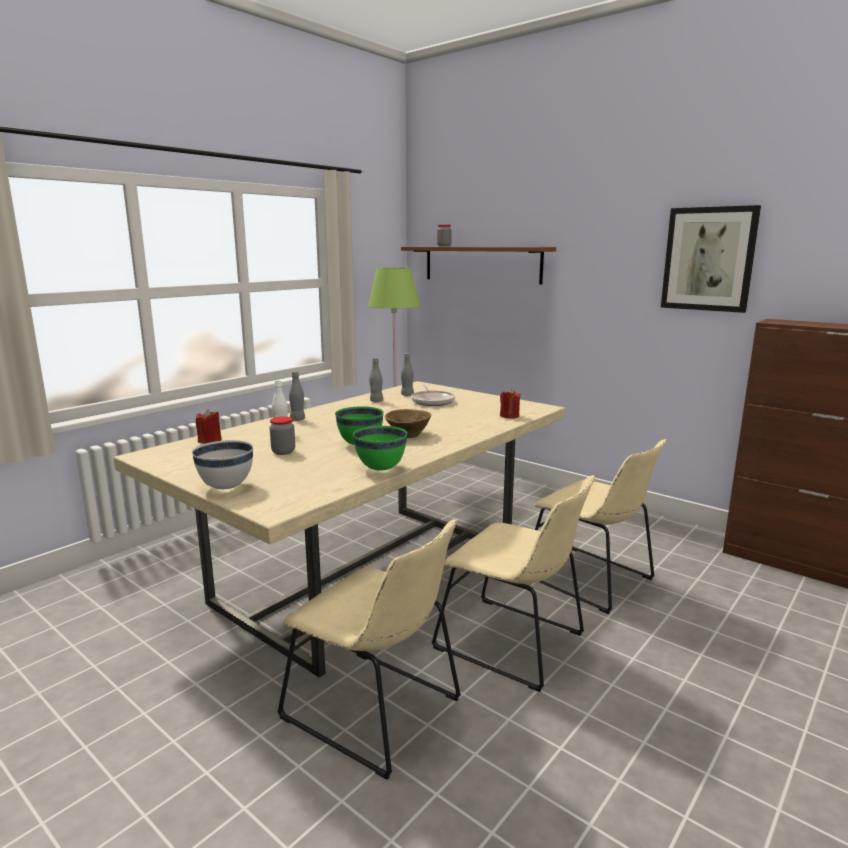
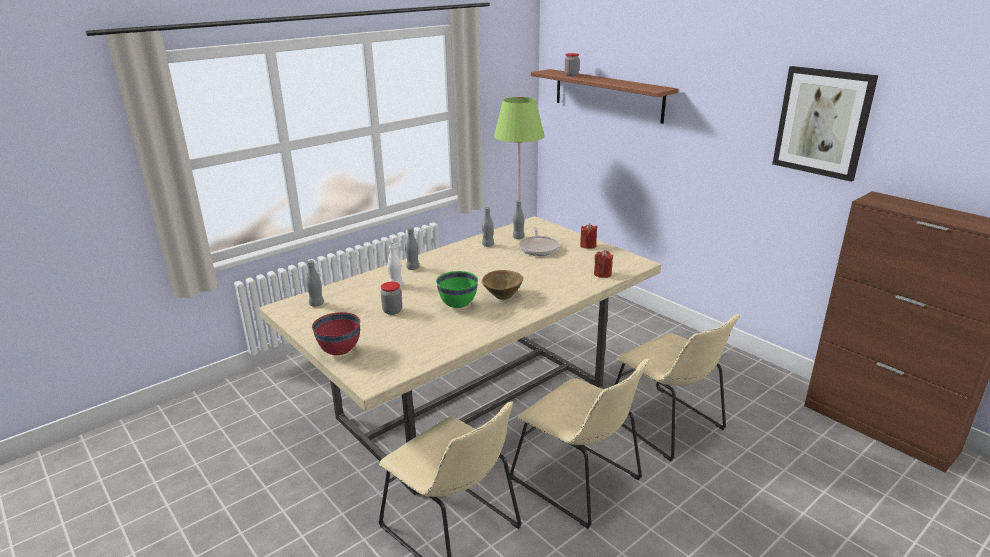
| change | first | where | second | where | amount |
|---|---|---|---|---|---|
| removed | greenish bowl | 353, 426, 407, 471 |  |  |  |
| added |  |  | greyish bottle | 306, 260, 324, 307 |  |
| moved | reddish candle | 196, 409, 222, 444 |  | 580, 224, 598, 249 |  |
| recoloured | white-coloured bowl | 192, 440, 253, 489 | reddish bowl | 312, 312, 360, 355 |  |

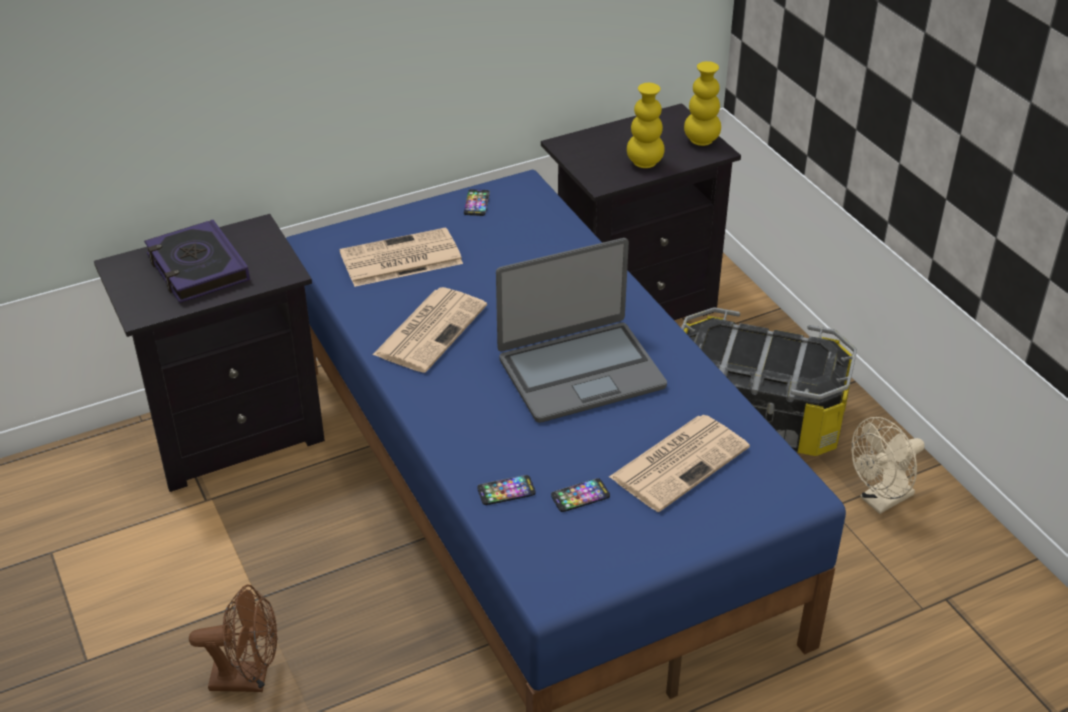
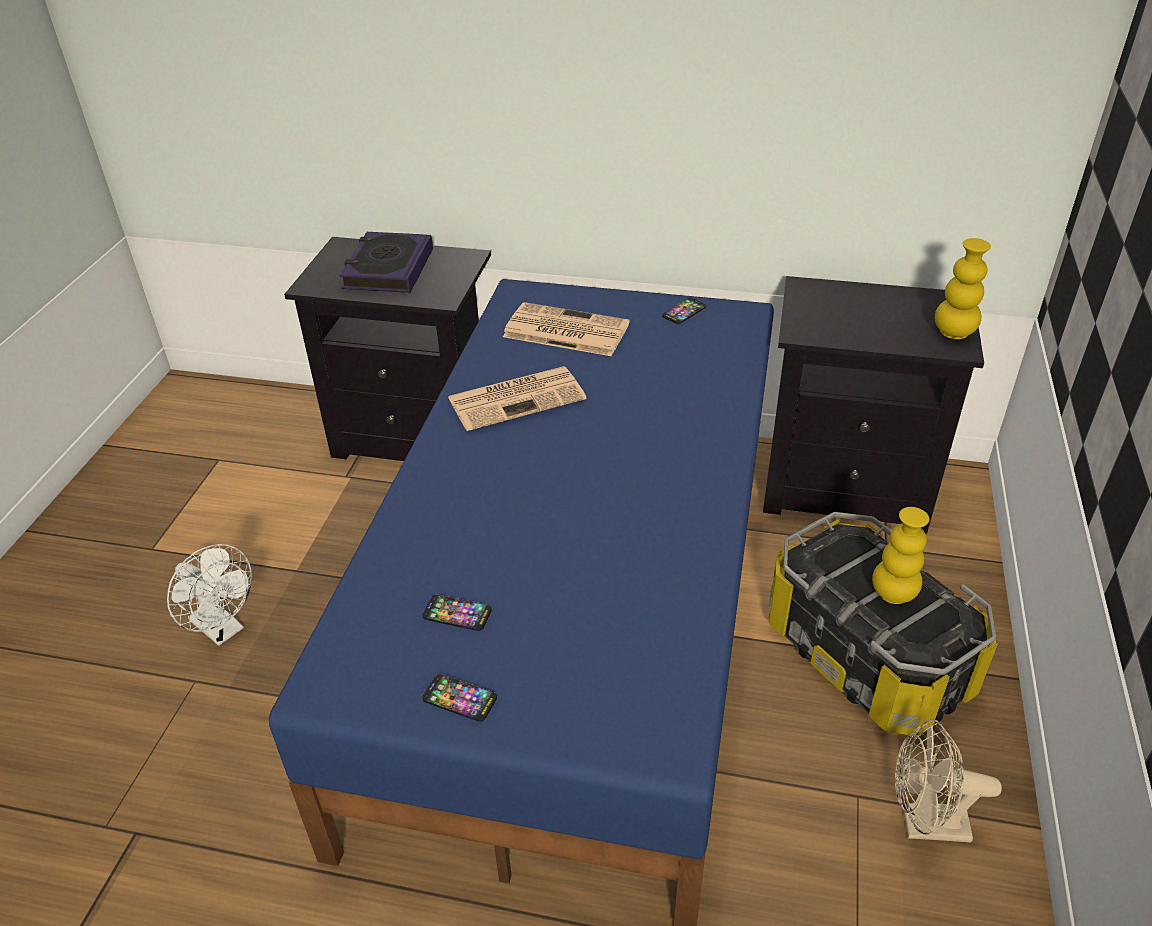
| change | first | where | second | where | amount |
|---|---|---|---|---|---|
| removed | portable computer | 496, 238, 667, 423 |  |  |  |
| removed | daily paper | 609, 415, 750, 512 |  |  |  |
| moved | handset | 477, 475, 536, 505 |  | 422, 674, 497, 722 |  |
| moved | yellowish vase | 627, 83, 665, 168 |  | 872, 507, 929, 604 |  |
| recoloured | brown-coloured electric fan | 189, 585, 278, 692 | white-coloured electric fan | 167, 544, 252, 646 |  |

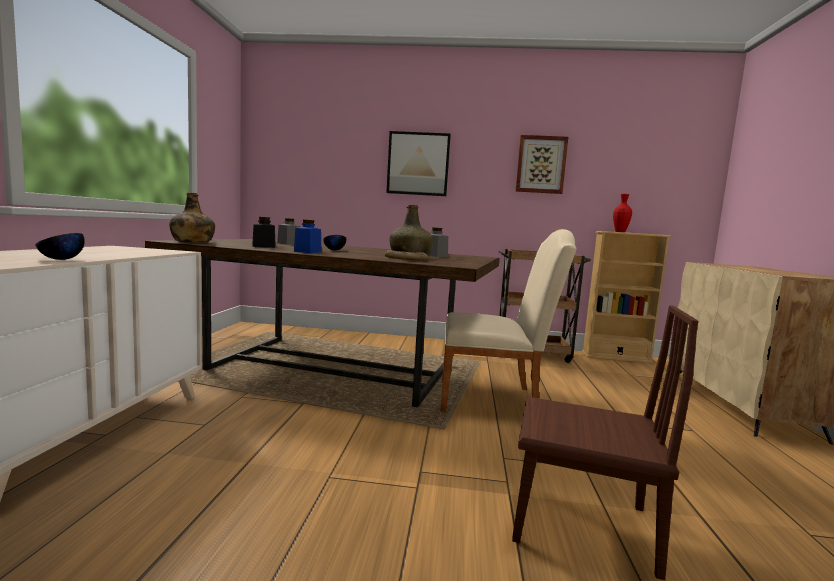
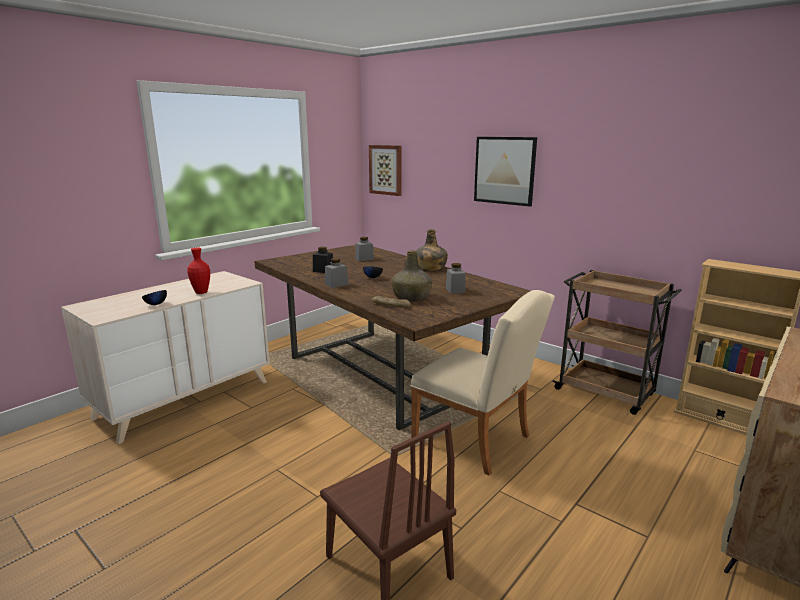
| change | first | where | second | where | amount |
|---|---|---|---|---|---|
| moved | greenish bottle | 169, 193, 215, 242 |  | 416, 229, 448, 271 |  |
| moved | picture | 515, 135, 568, 194 |  | 369, 145, 401, 196 |  |
| moved | reddish vase | 613, 194, 632, 232 |  | 187, 248, 210, 294 |  |
| recoloured | blue preserve jar | 294, 220, 321, 253 | greyish preserve jar | 325, 258, 349, 288 |  |

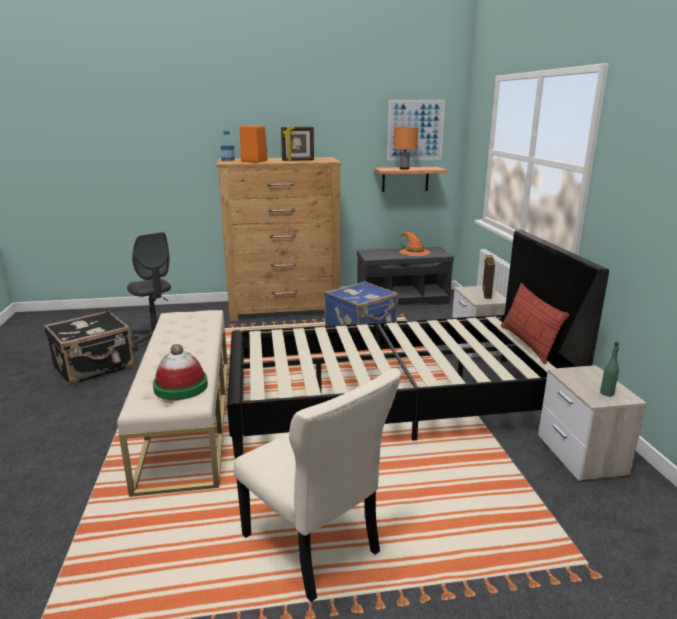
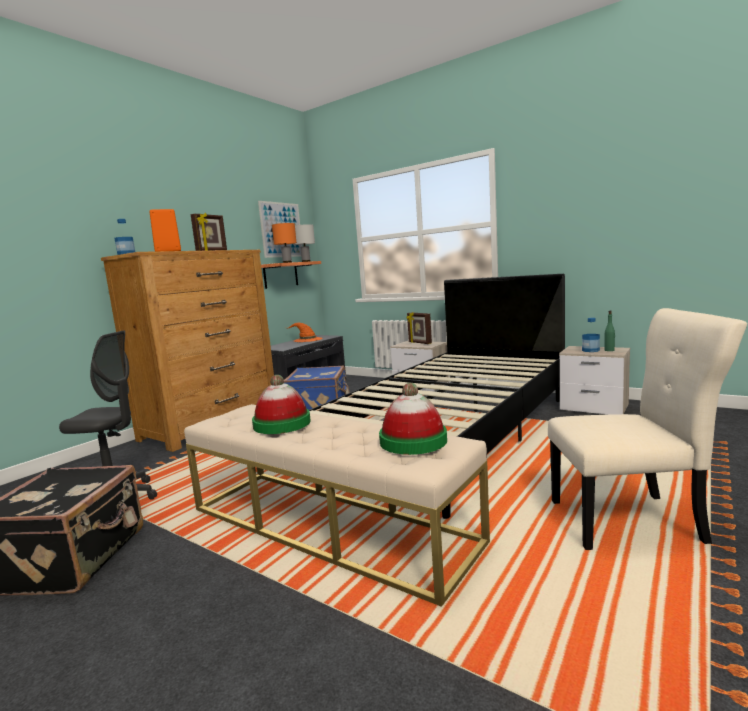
| change | first | where | second | where | amount |
|---|---|---|---|---|---|
| removed | pillow | 501, 283, 569, 364 |  |  |  |
| added |  |  | wearable hat | 252, 375, 311, 434 |  |
| added |  |  | white-coloured table lamp | 294, 224, 315, 262 |  |
| added |  |  | bottle | 582, 318, 600, 352 |  |

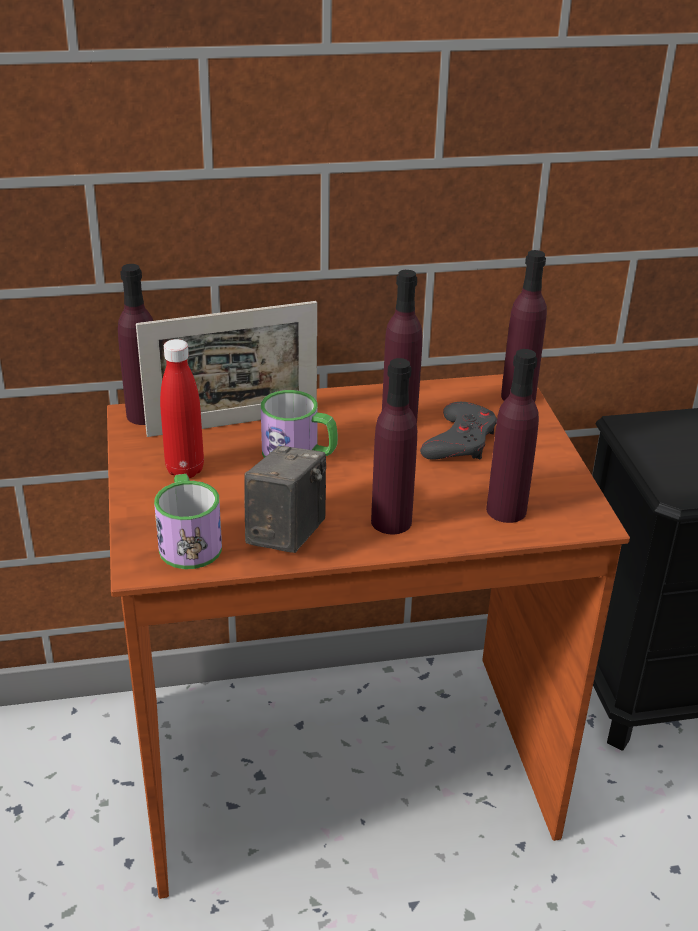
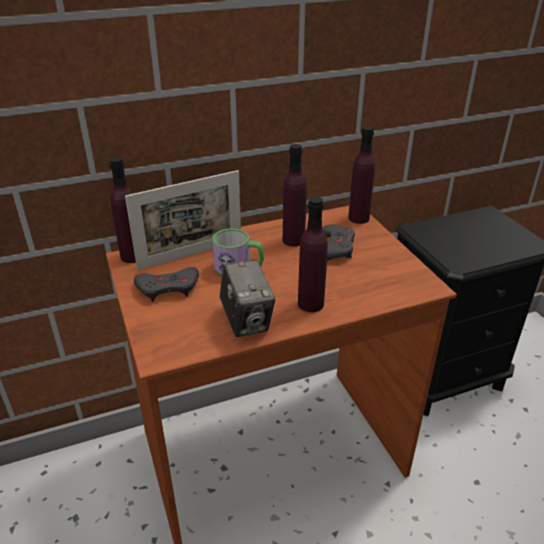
| change | first | where | second | where | amount |
|---|---|---|---|---|---|
| removed | mug | 154, 474, 222, 569 |  |  |  |
| removed | purple bottle | 486, 349, 539, 523 |  |  |  |
| replaced | reddish bottle | 160, 339, 204, 478 | greyish game controller | 134, 267, 199, 302 |  |
| turned | still camera | 244, 446, 326, 553 |  | 220, 259, 275, 337 | 150 degrees clockwise |

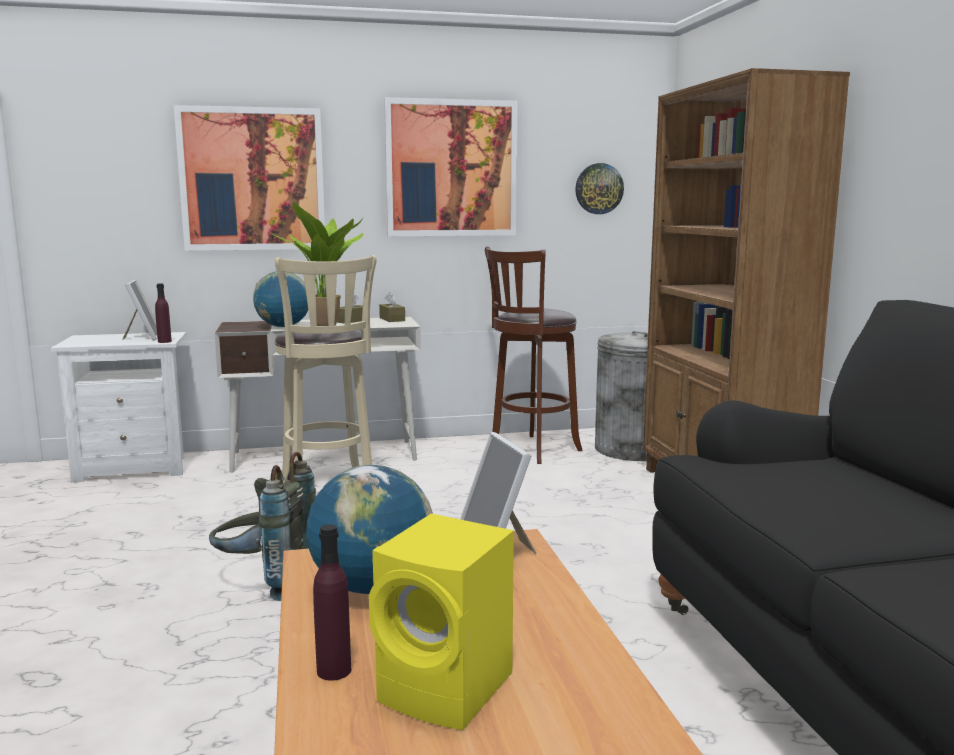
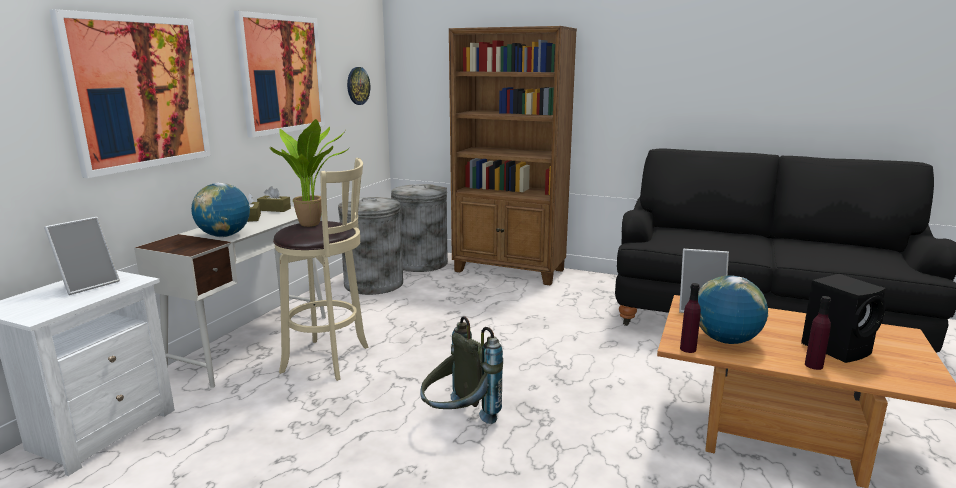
| change | first | where | second | where | amount |
|---|---|---|---|---|---|
| moved | purple bottle | 155, 283, 172, 343 |  | 680, 283, 701, 353 |  |
| replaced | brown-coloured stool seat | 485, 246, 583, 464 | greyish trash can | 338, 197, 403, 295 |  |
| recoloured | yellowish audio speaker | 369, 514, 514, 730 | blackish audio speaker | 801, 274, 886, 363 |  |
| turned | standing frame | 122, 280, 157, 340 |  | 44, 217, 120, 295 | 105 degrees clockwise |

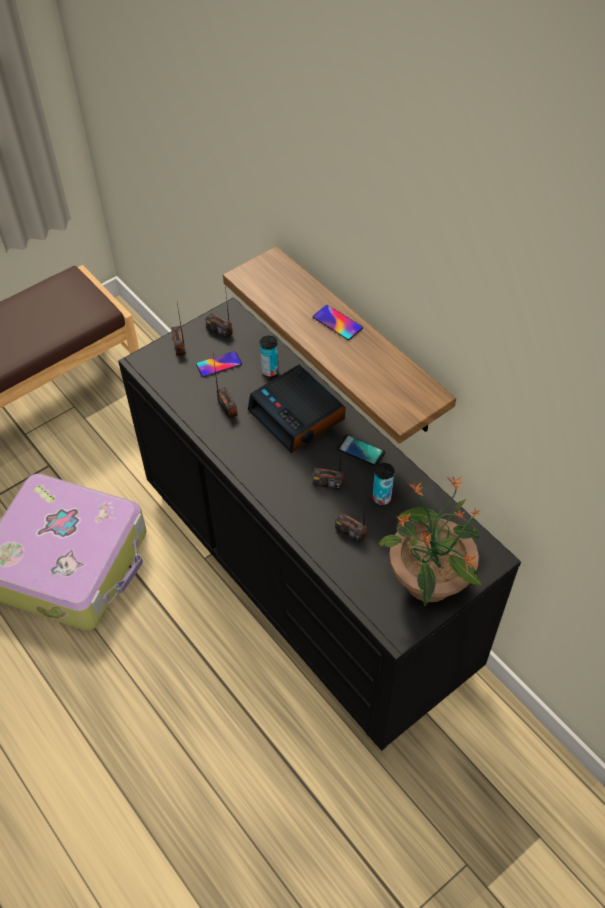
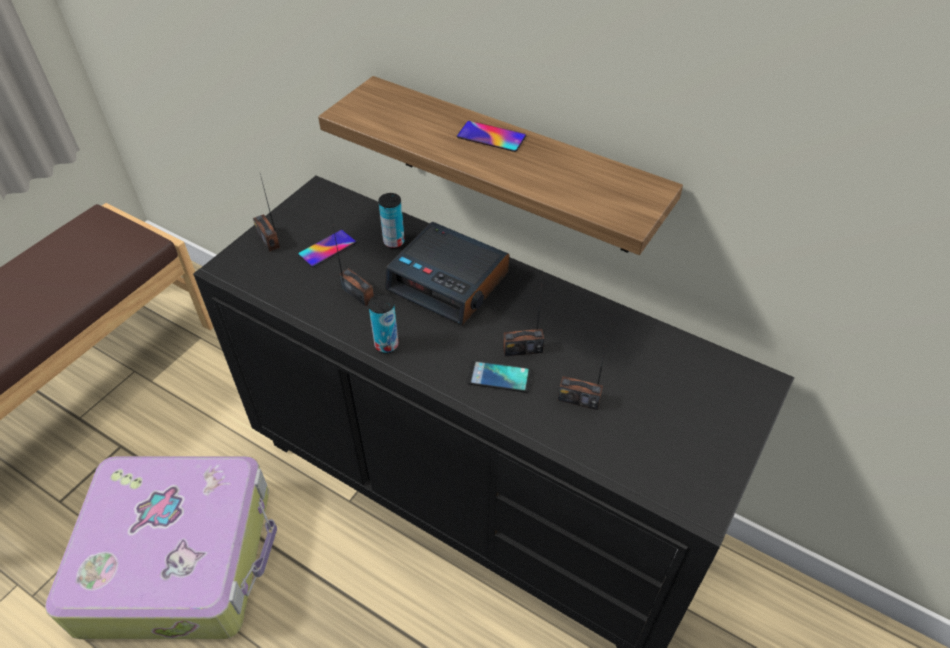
| change | first | where | second | where | amount |
|---|---|---|---|---|---|
| removed | radio | 205, 287, 233, 339 |  |  |  |
| removed | houseplant | 378, 476, 482, 607 |  |  |  |
| moved | handset | 336, 434, 385, 466 |  | 466, 361, 533, 393 |  |
| moved | sealed can | 373, 463, 394, 505 |  | 368, 294, 399, 354 |  |

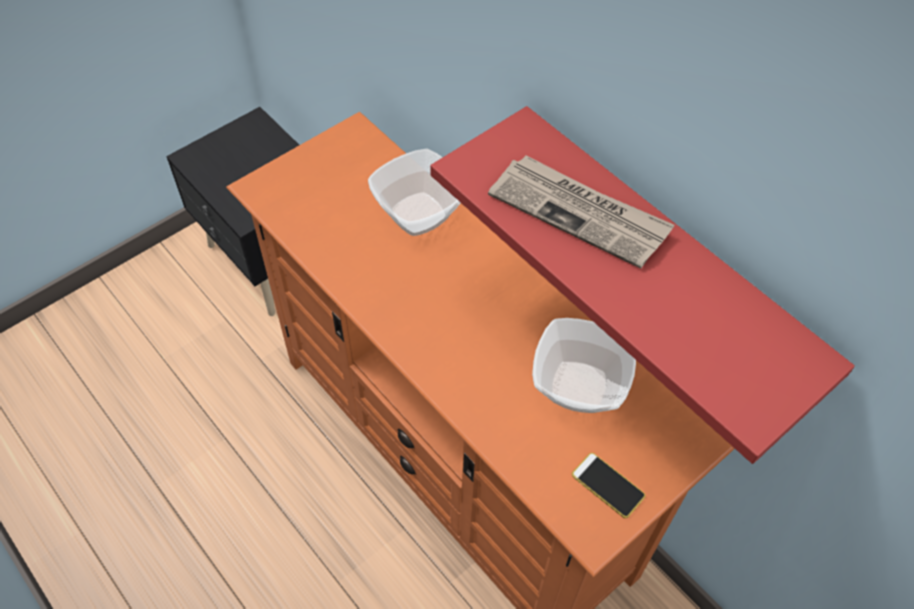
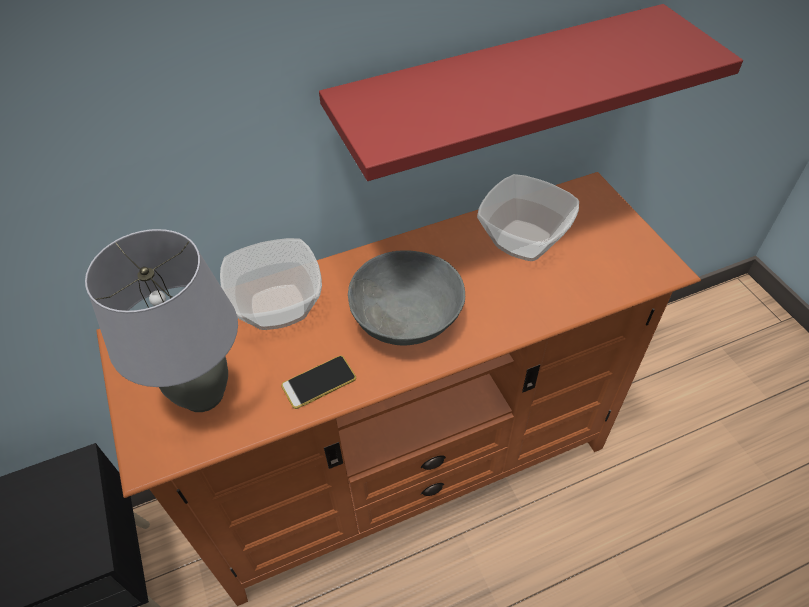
| change | first | where | second | where | amount |
|---|---|---|---|---|---|
| removed | daily paper | 488, 156, 674, 269 |  |  |  |
| added |  |  | greyish table lamp | 85, 229, 238, 412 |  |
| added |  |  | greyish bowl | 348, 250, 465, 346 |  |
| moved | handset | 572, 453, 645, 518 |  | 281, 356, 356, 409 |  |

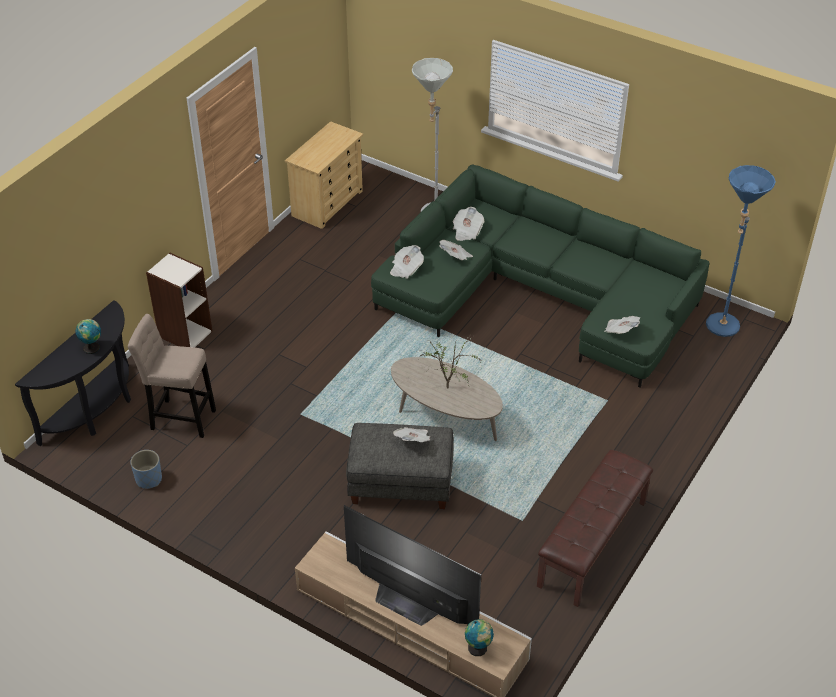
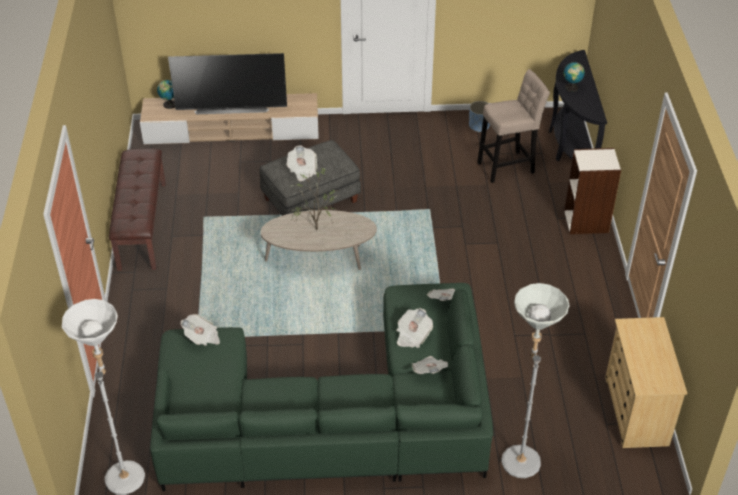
| change | first | where | second | where | amount |
|---|---|---|---|---|---|
| recoloured | blue standard lamp | 706, 165, 776, 337 | white-coloured standard lamp | 62, 299, 145, 495 |  |

